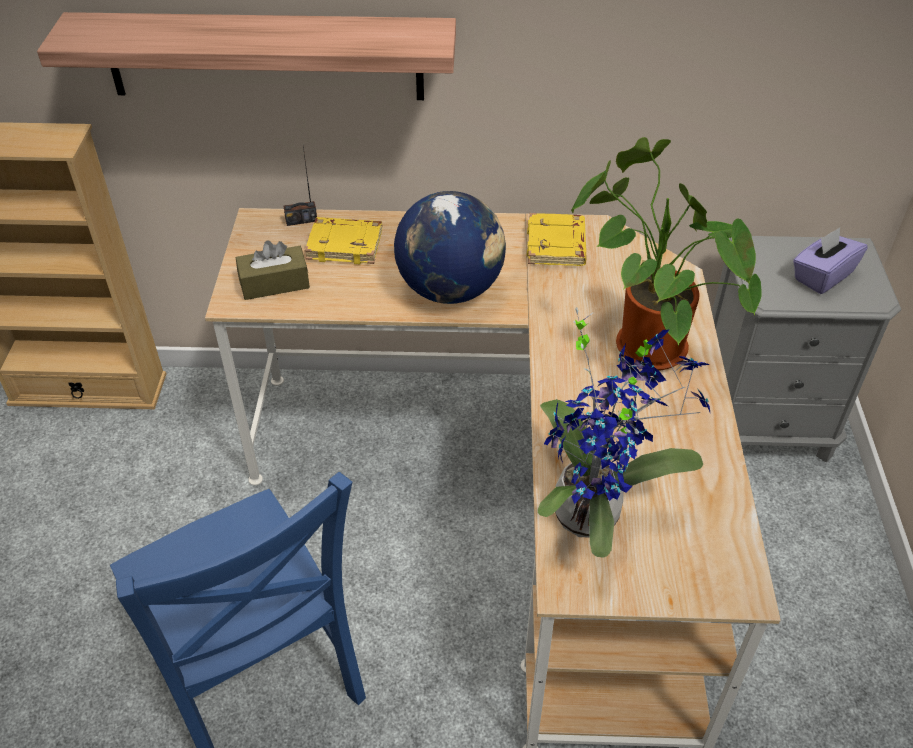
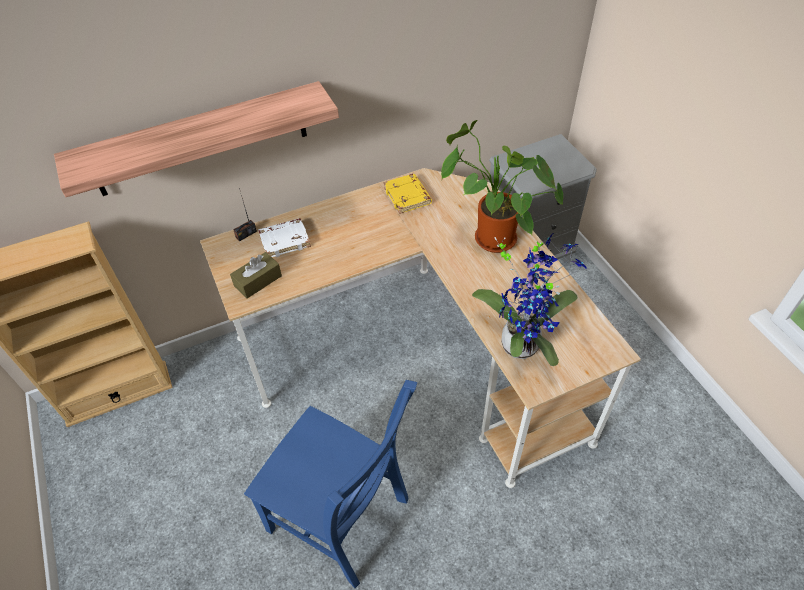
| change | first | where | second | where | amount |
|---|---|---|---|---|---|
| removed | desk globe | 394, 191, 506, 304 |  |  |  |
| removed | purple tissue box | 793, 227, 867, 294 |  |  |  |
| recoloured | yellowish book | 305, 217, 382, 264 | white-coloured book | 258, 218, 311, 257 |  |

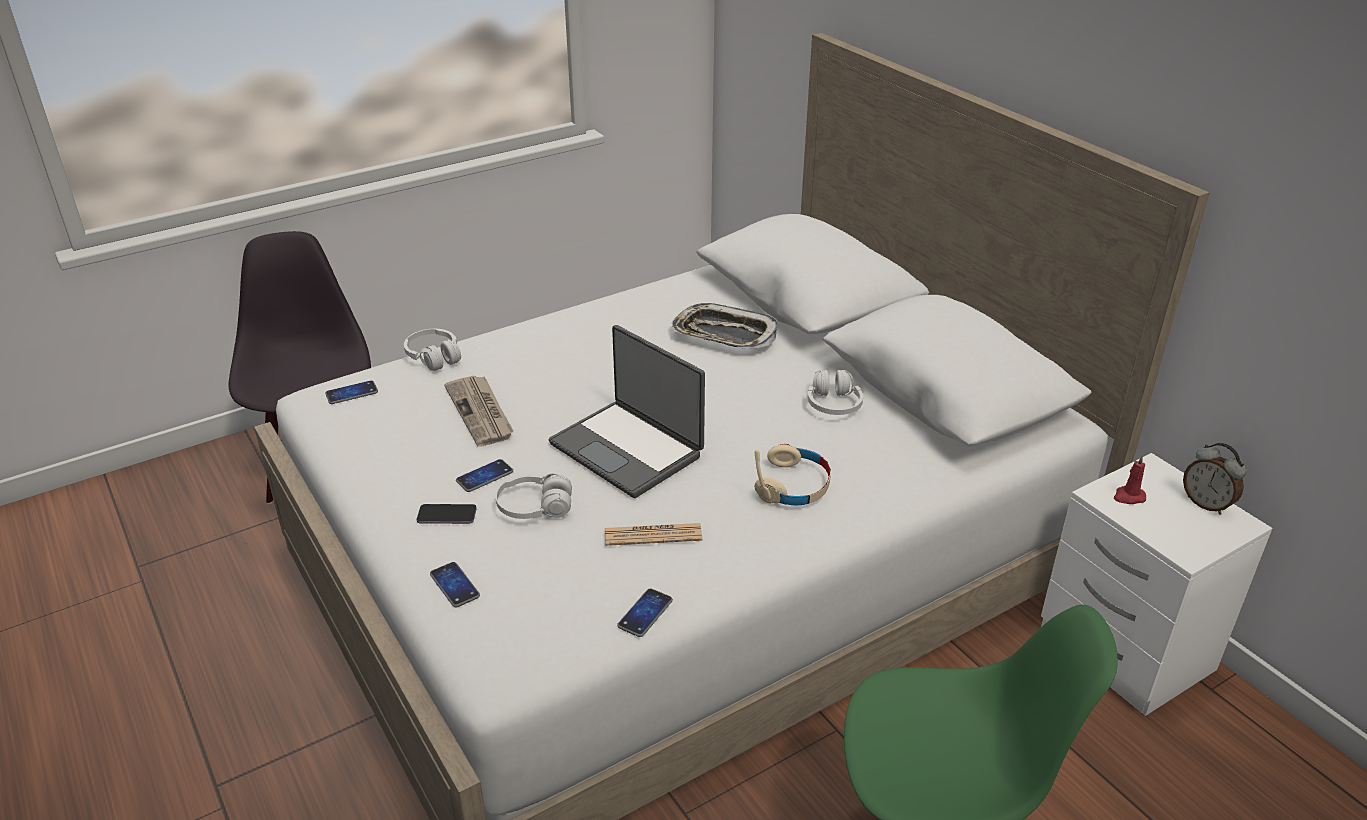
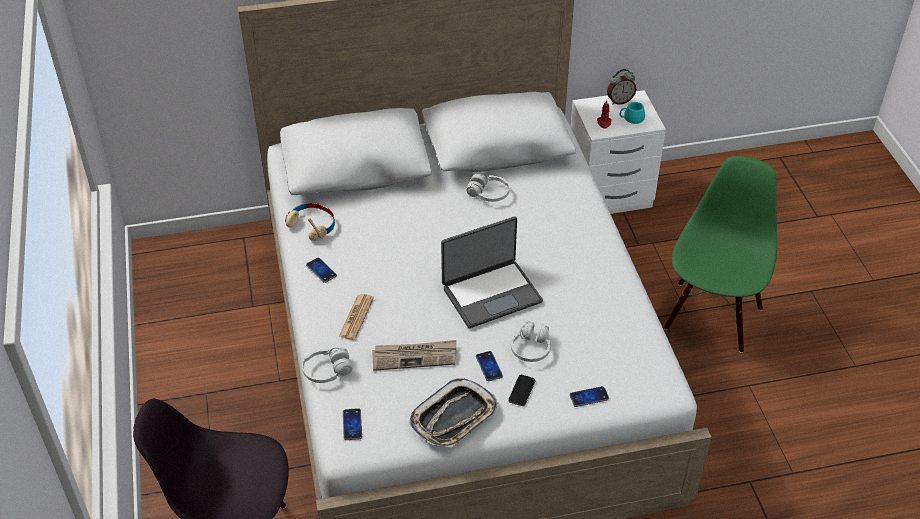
| change | first | where | second | where | amount |
|---|---|---|---|---|---|
| added |  |  | blue-green mug | 620, 102, 645, 124 |  |
| moved | daily paper | 605, 523, 702, 546 |  | 339, 294, 374, 340 |  |
| moved | handset | 617, 588, 673, 637 |  | 306, 258, 337, 283 |  |
| moved | serving tray | 672, 303, 777, 349 |  | 409, 378, 497, 447 |  |
| moved | sand-coloured pair of headphones | 754, 443, 831, 506 |  | 285, 203, 335, 241 |  |

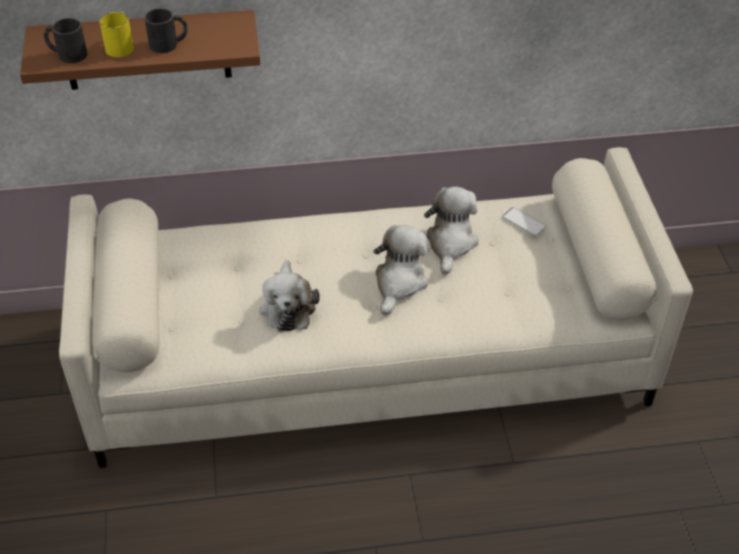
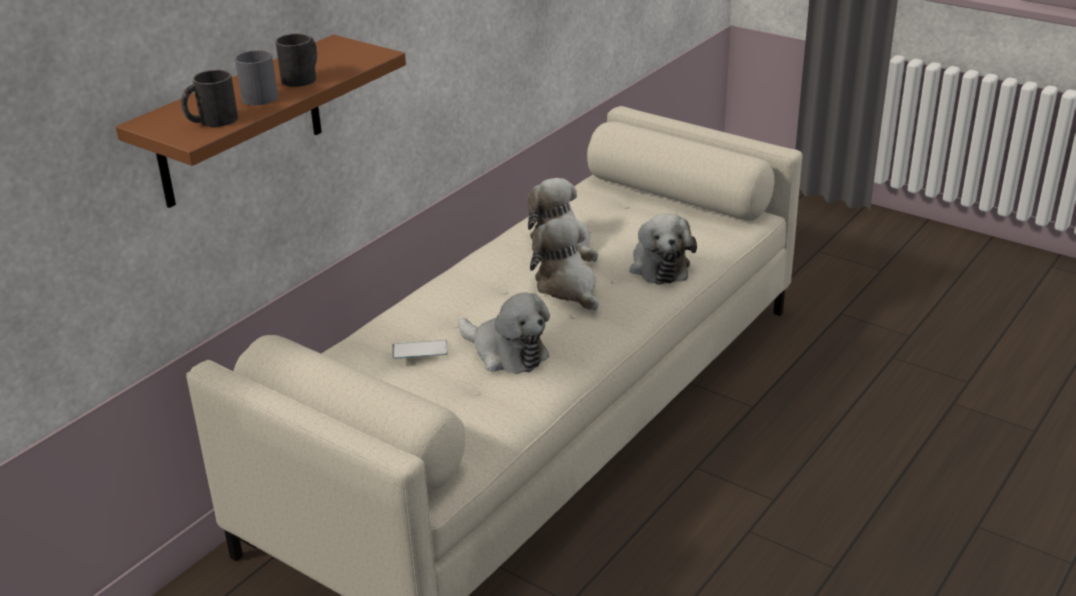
| change | first | where | second | where | amount |
|---|---|---|---|---|---|
| added |  |  | cuddly toy | 630, 214, 697, 285 |  |
| moved | handset | 502, 207, 546, 236 |  | 392, 340, 448, 359 |  |
| recoloured | yellowish mug | 100, 12, 134, 57 | greyish mug | 235, 50, 278, 105 |  |

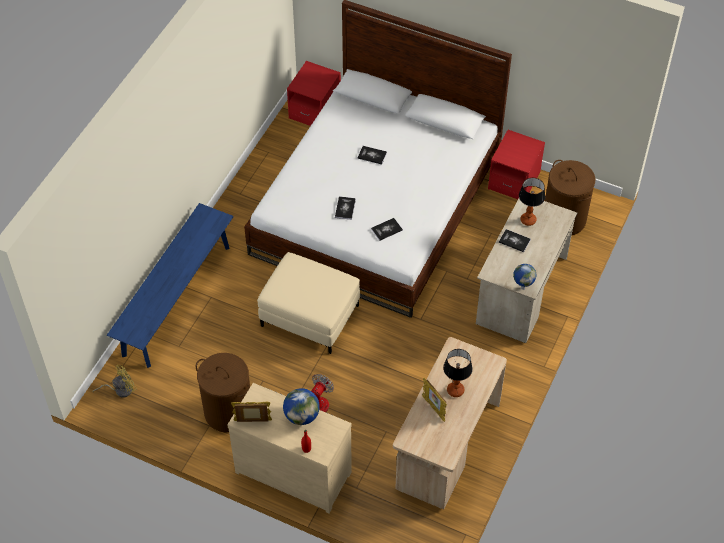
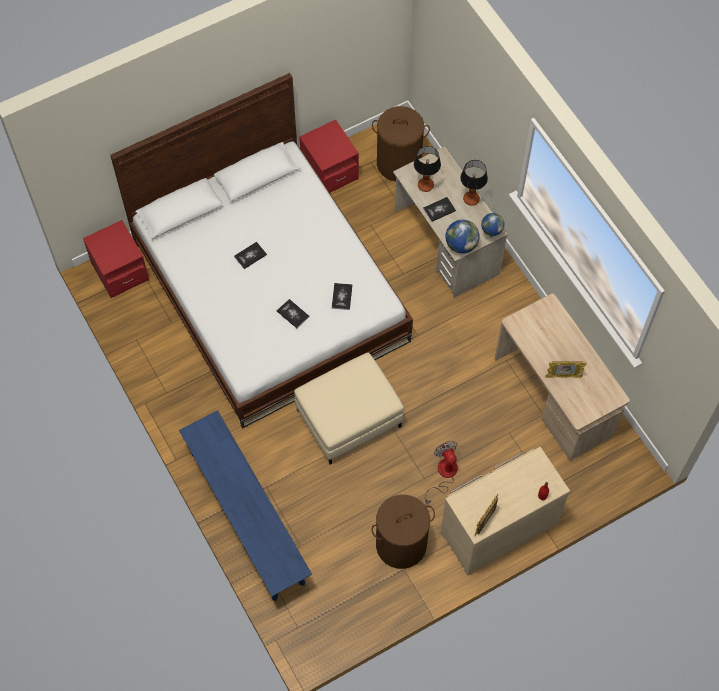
| change | first | where | second | where | amount |
|---|---|---|---|---|---|
| removed | yellowish electric fan | 92, 365, 137, 397 |  |  |  |
| moved | desk globe | 283, 388, 320, 425 |  | 446, 220, 480, 254 |  |
| moved | table lamp | 443, 349, 473, 397 |  | 460, 160, 488, 206 |  |

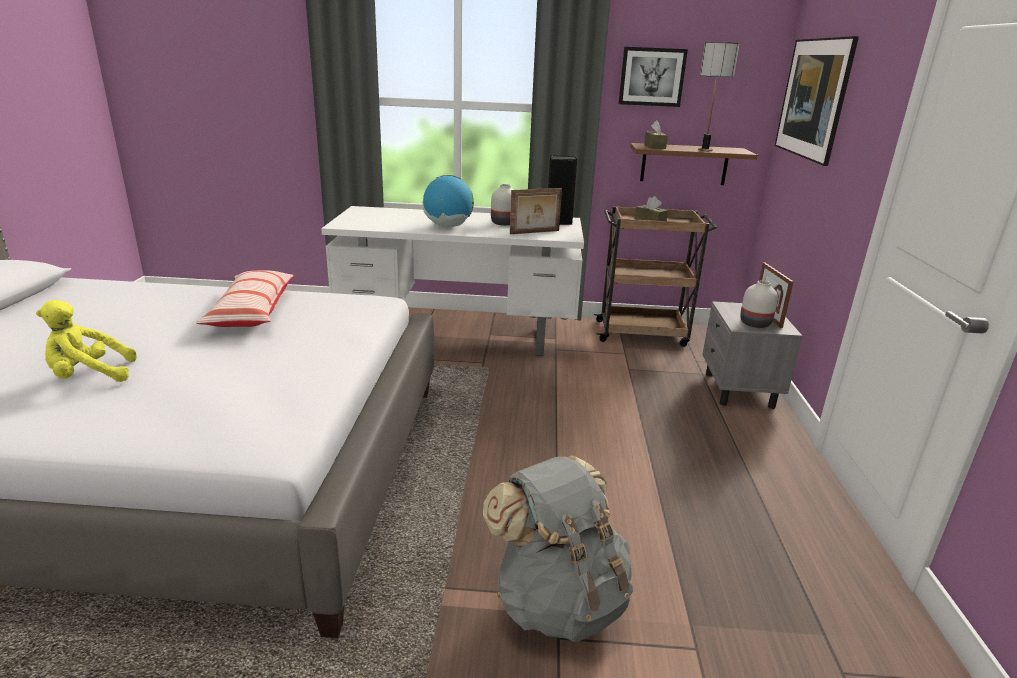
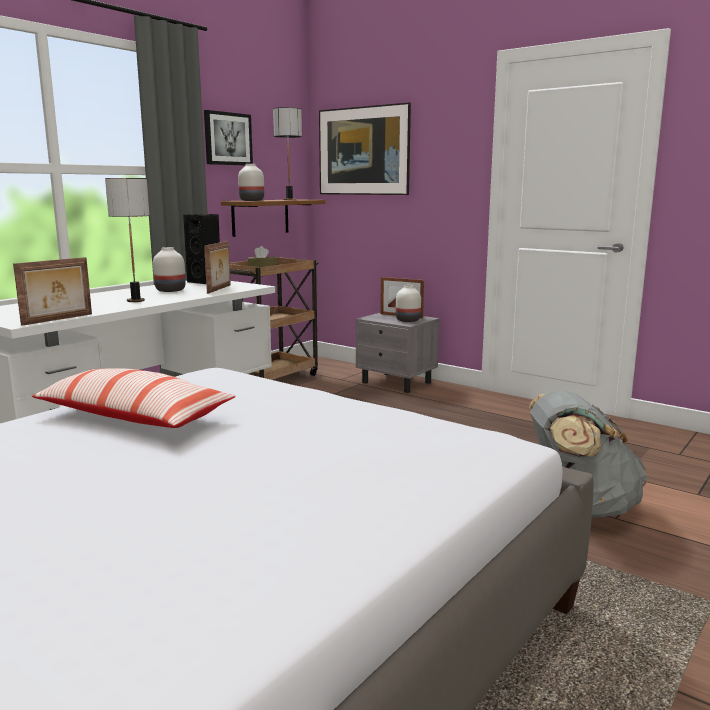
| change | first | where | second | where | amount |
|---|---|---|---|---|---|
| removed | yellowish cuddly toy | 36, 300, 137, 382 |  |  |  |
| added |  |  | standing frame | 13, 257, 92, 326 |  |
| replaced | desk globe | 422, 175, 474, 227 | table lamp | 105, 178, 149, 302 |  |
| replaced | brown-coloured tissue box | 644, 120, 668, 149 | white-coloured vase | 238, 164, 264, 201 |  |

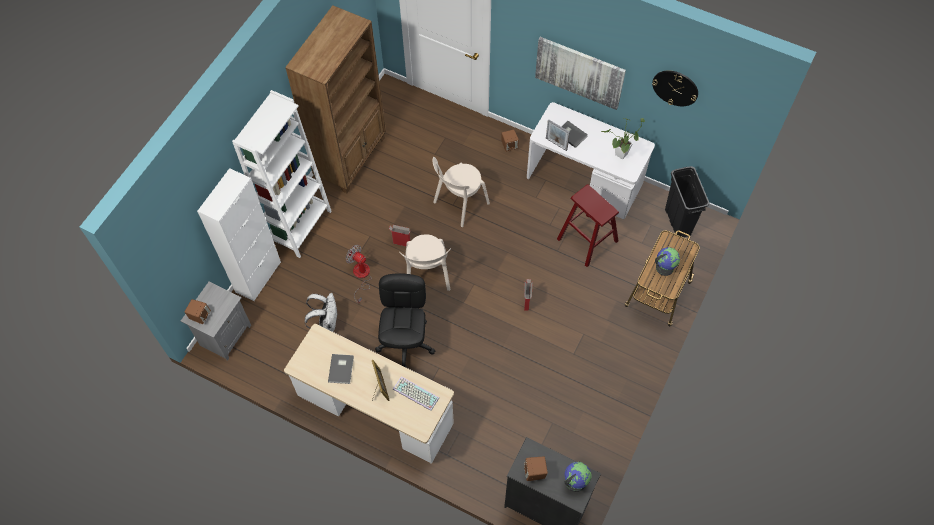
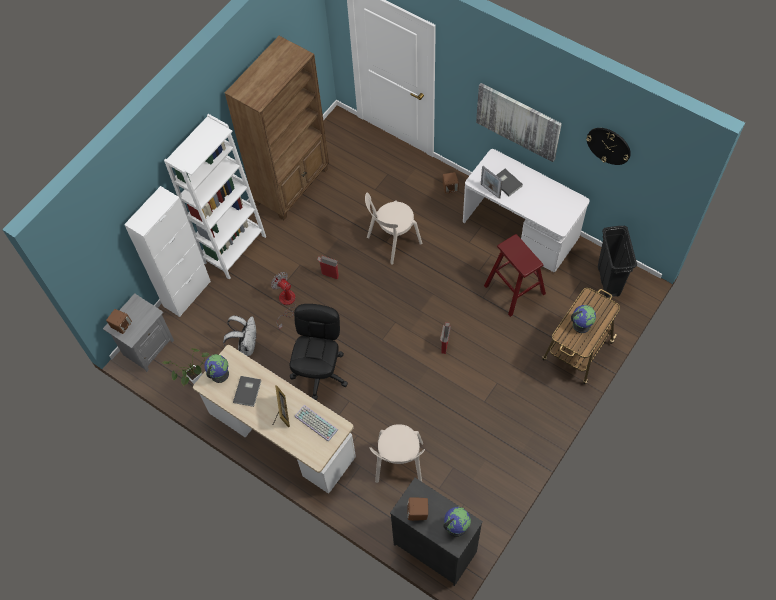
| change | first | where | second | where | amount |
|---|---|---|---|---|---|
| added |  |  | desk globe | 205, 354, 229, 383 |  |
| moved | sand-coloured chair | 399, 234, 451, 291 |  | 370, 424, 425, 483 |  |
| moved | houseplant | 601, 118, 645, 159 |  | 162, 348, 209, 386 |  |

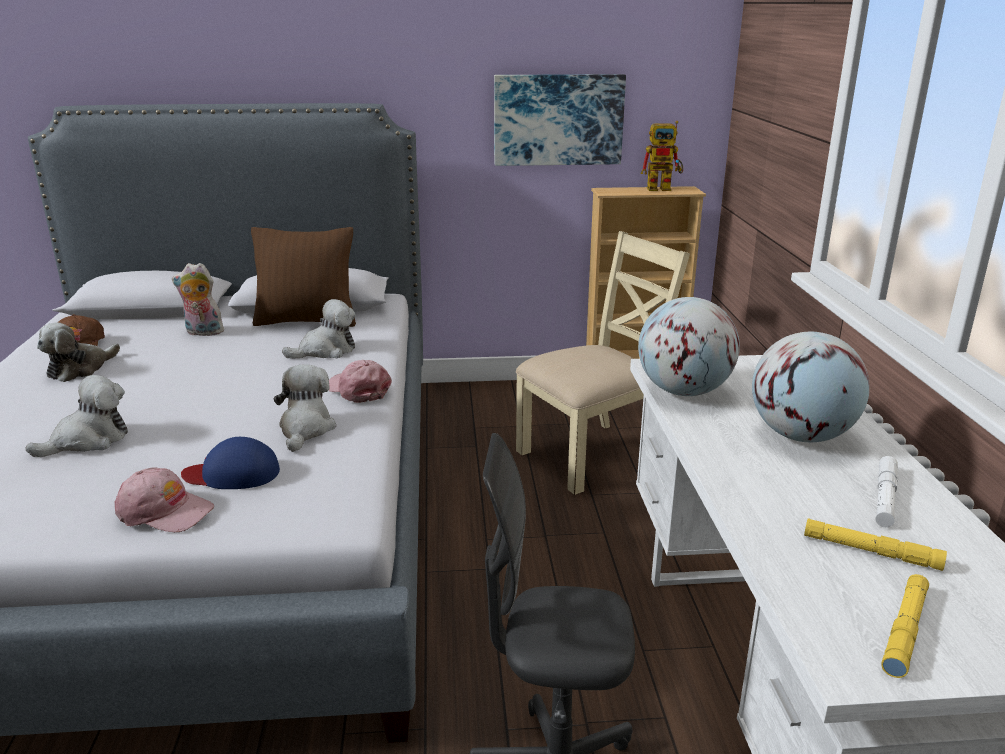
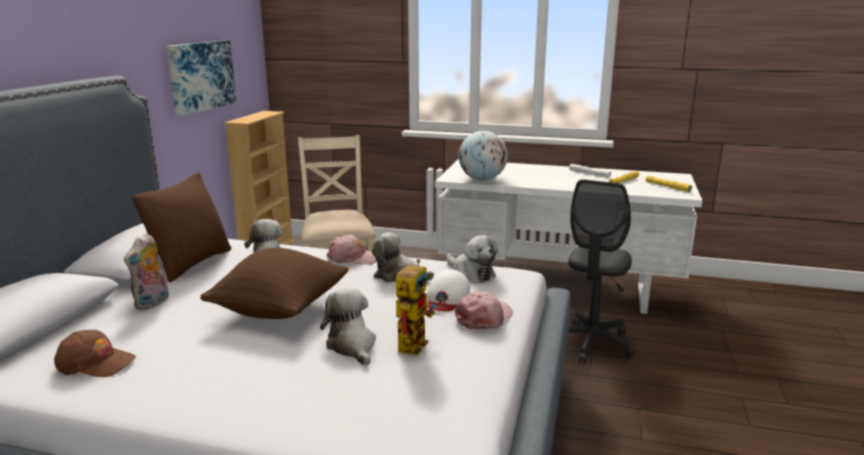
| change | first | where | second | where | amount |
|---|---|---|---|---|---|
| removed | desk globe | 752, 332, 870, 442 |  |  |  |
| added |  |  | brown-coloured pillow | 200, 248, 349, 319 |  |
| moved | cuddly toy | 37, 322, 120, 382 |  | 447, 235, 498, 283 |  |
| moved | model robot | 641, 121, 683, 191 |  | 396, 259, 436, 356 |  |
| recoloured | blue baseball cap | 181, 437, 280, 489 | white-coloured baseball cap | 427, 269, 470, 311 |  |
| turned | pink-coloured baseball cap | 328, 360, 392, 403 |  | 327, 235, 376, 265 | 150 degrees counterclockwise |

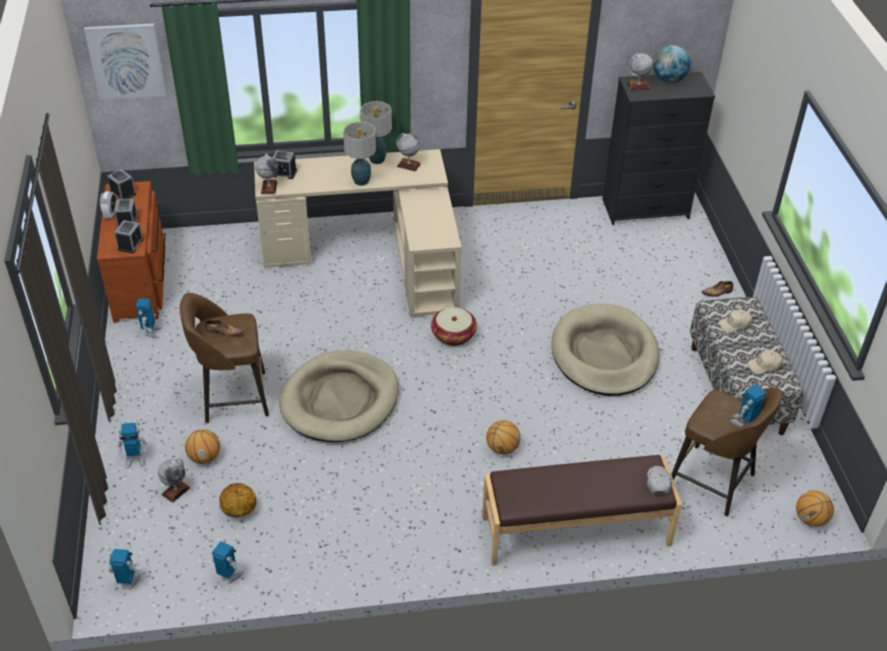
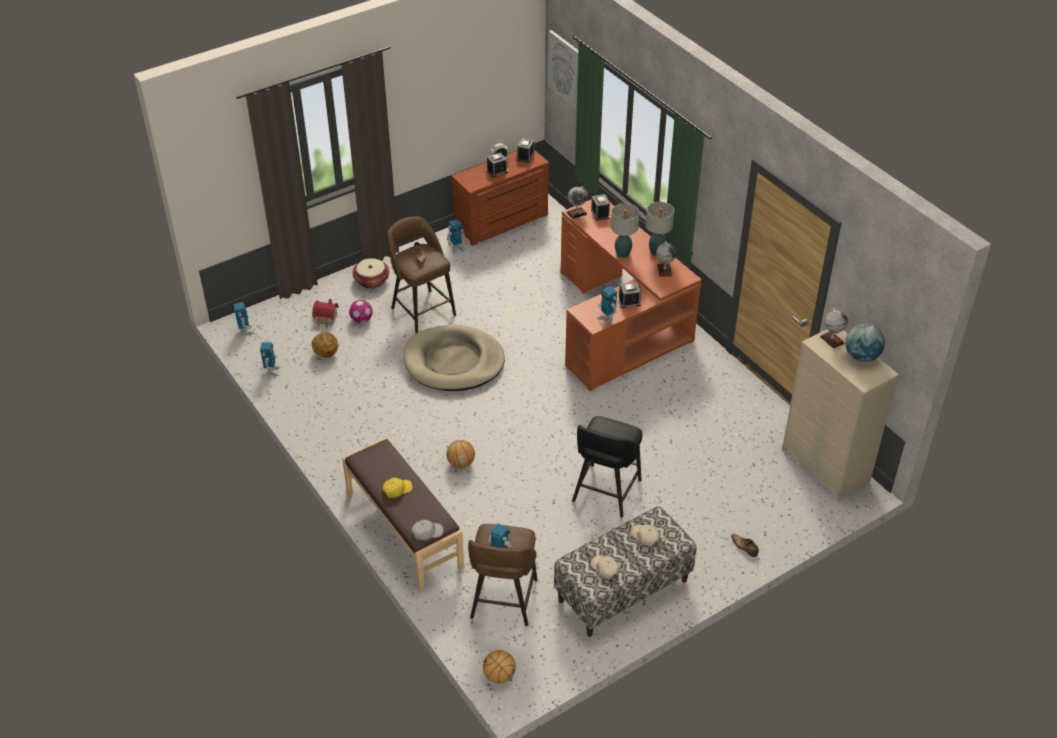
| change | first | where | second | where | amount |
|---|---|---|---|---|---|
| added |  |  | yellowish baseball cap | 382, 477, 413, 498 |  |
| moved | table clock | 114, 220, 144, 253 |  | 618, 282, 641, 308 |  |
| moved | model robot | 118, 423, 148, 469 |  | 597, 286, 617, 326 |  |
| moved | storage basket | 431, 307, 477, 346 |  | 353, 258, 389, 289 |  |
| replaced | desk globe | 158, 458, 191, 503 | miniature house | 312, 299, 339, 328 |  |
| replaced | basketball ball | 185, 429, 220, 464 | ball for football | 349, 300, 373, 323 |  |
| replaced | sand-coloured pet bed | 551, 304, 659, 396 | blackish stool seat | 572, 416, 642, 518 |  |
| recoloured | sand-coloured desk | 254, 149, 462, 318 | orange desk | 561, 199, 702, 391 |  |
| recoloured | blackish chest of drawers | 602, 72, 715, 225 | sand-coloured chest of drawers | 782, 329, 899, 500 |  |

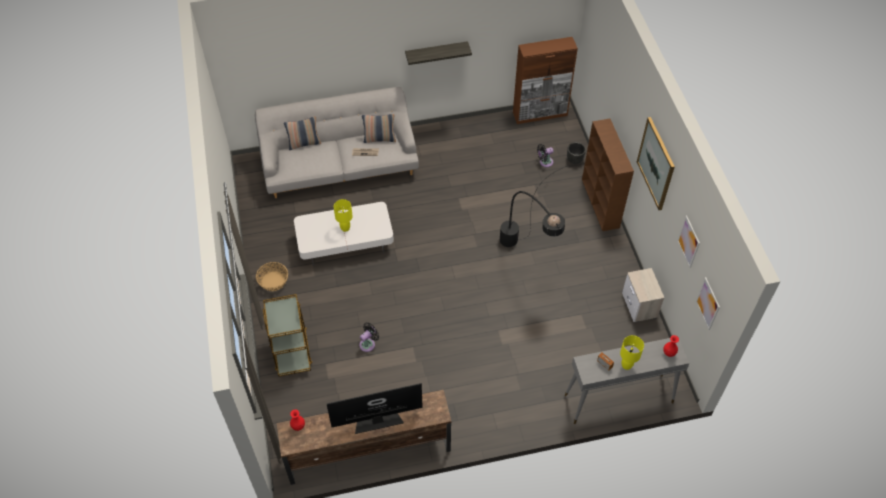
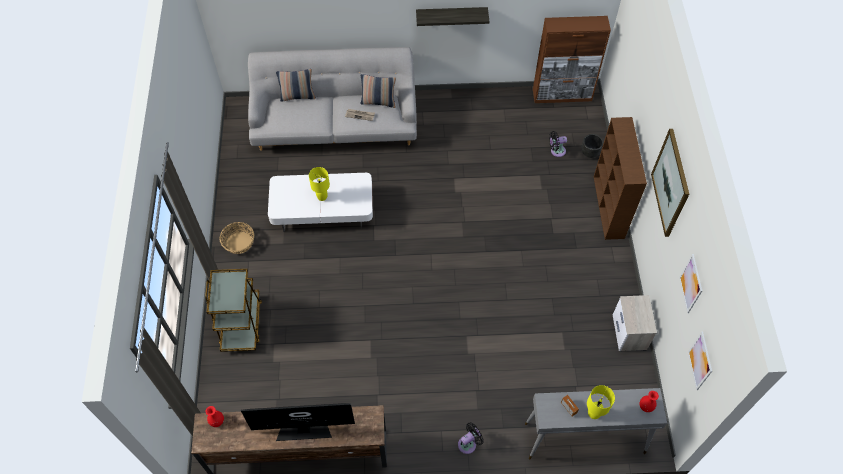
| change | first | where | second | where | amount |
|---|---|---|---|---|---|
| removed | blackish standard lamp | 500, 165, 569, 247 |  |  |  |
| moved | blackish electric fan | 359, 322, 380, 352 |  | 458, 422, 484, 454 |  |

